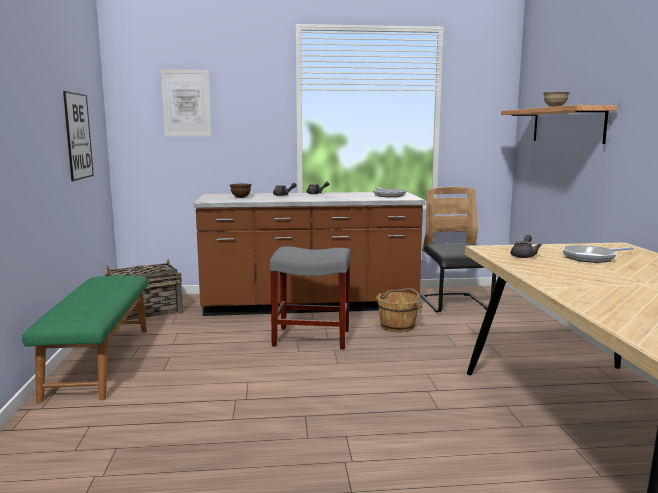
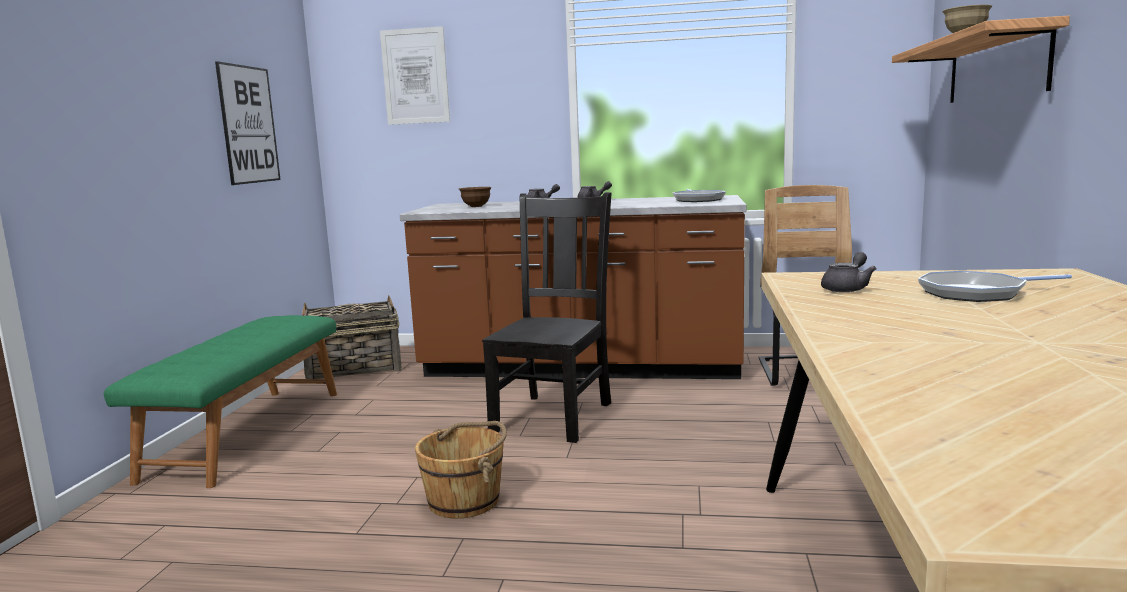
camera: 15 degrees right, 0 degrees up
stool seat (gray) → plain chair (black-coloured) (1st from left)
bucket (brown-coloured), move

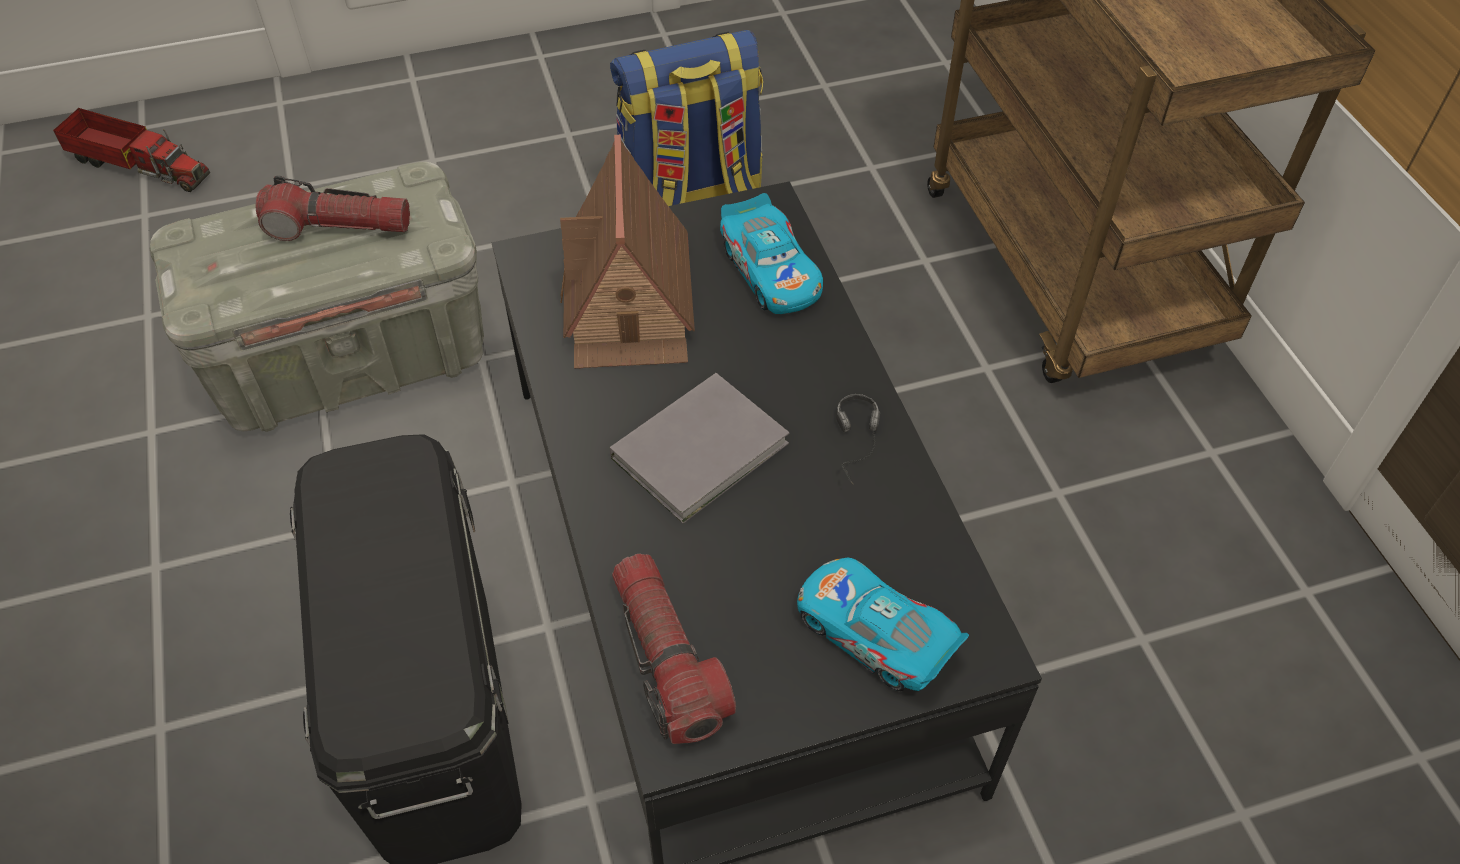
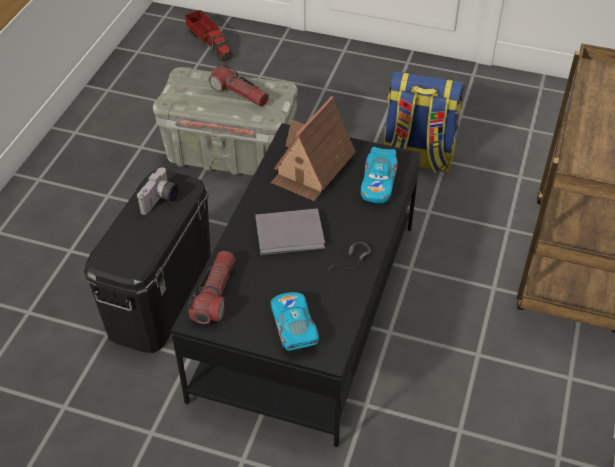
camera: 35 degrees right, 5 degrees down
- → photo camera

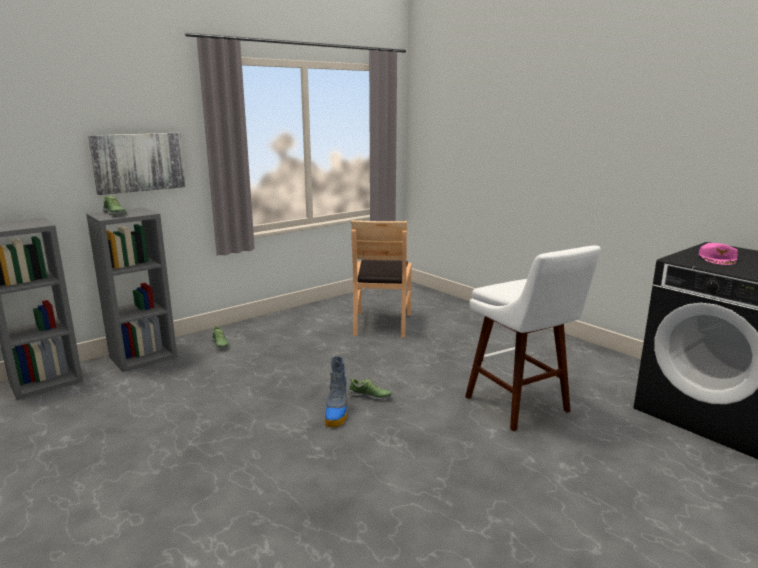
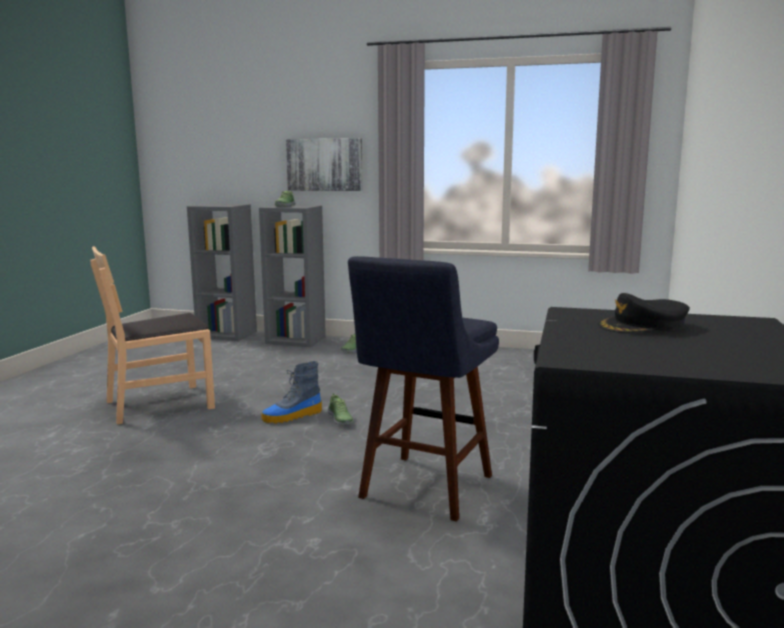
camera: 55 degrees right, 5 degrees down
plain chair (brown-coloured), move
stool seat (whitish) → stool seat (blue-coloured)
baseball cap (pinkish) → baseball cap (black-coloured)

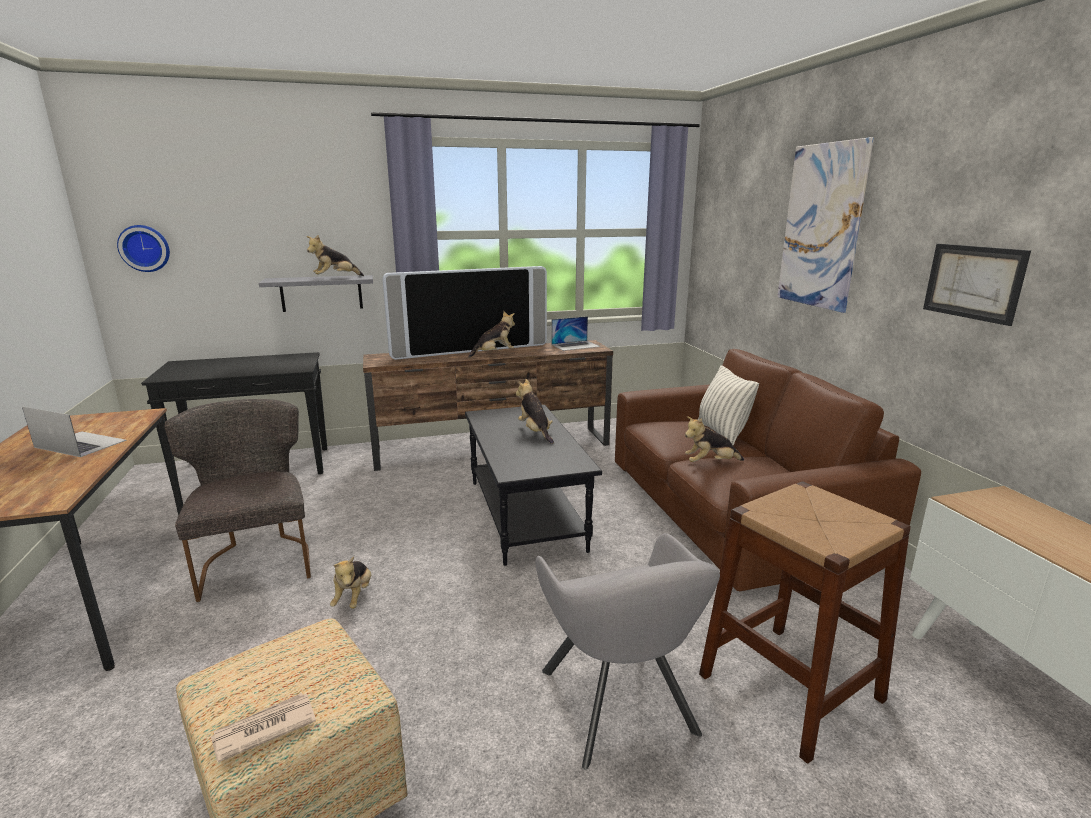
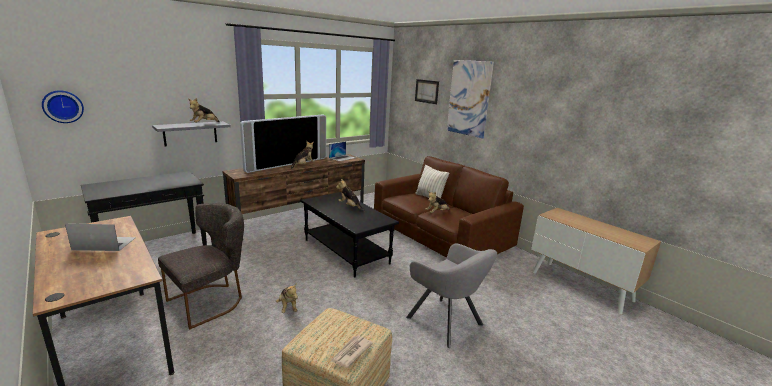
camera: 25 degrees left, 0 degrees up
plain chair (gray), 90 degrees clockwise
stool seat (brown-coloured) → -
wall art (2nd from left in the first image) → wall art (1st from left), move

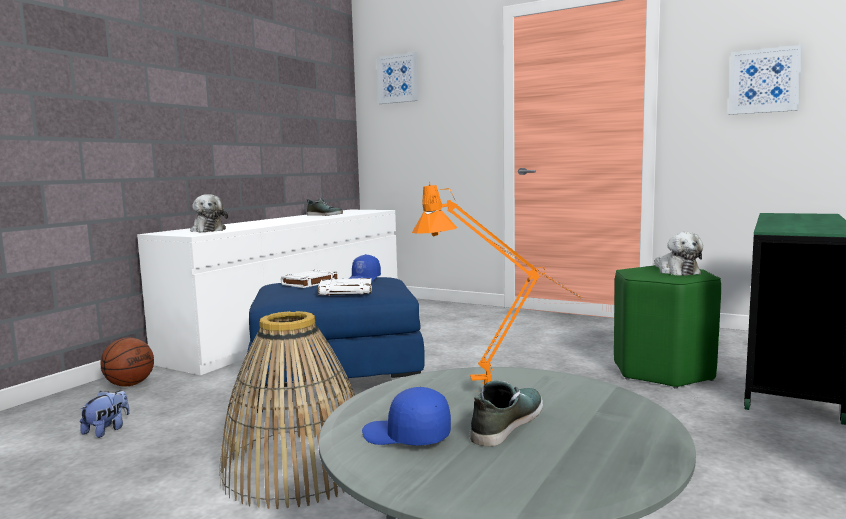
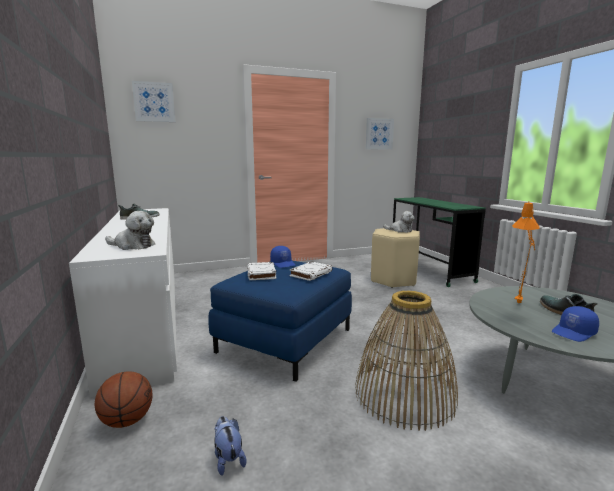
camera: 50 degrees left, 5 degrees up
stool seat (greenish) → stool seat (beige)

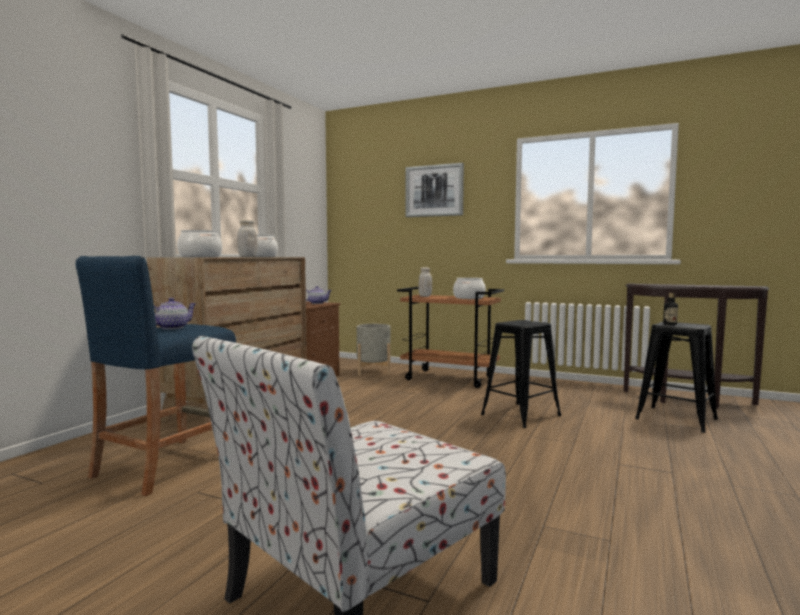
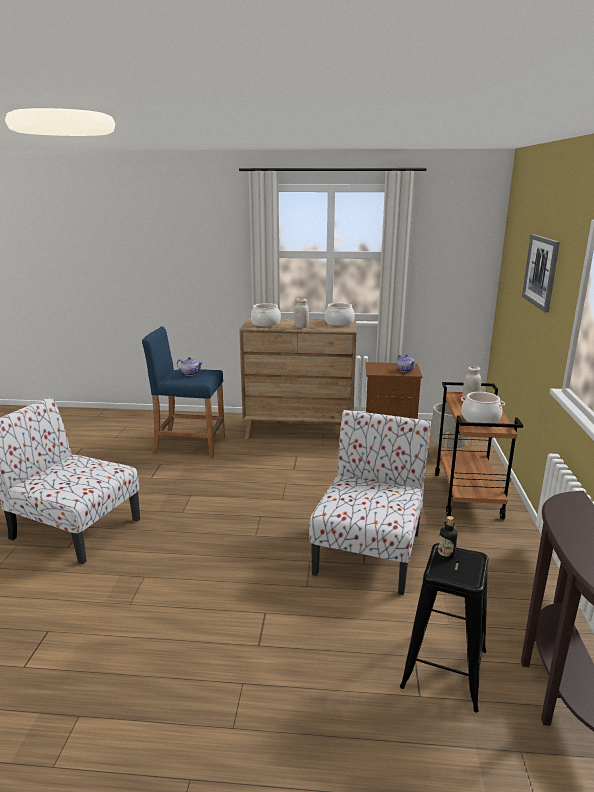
camera: 70 degrees right, 15 degrees up
stool seat (black-coloured) (1st from left) → plain chair (2nd from left)

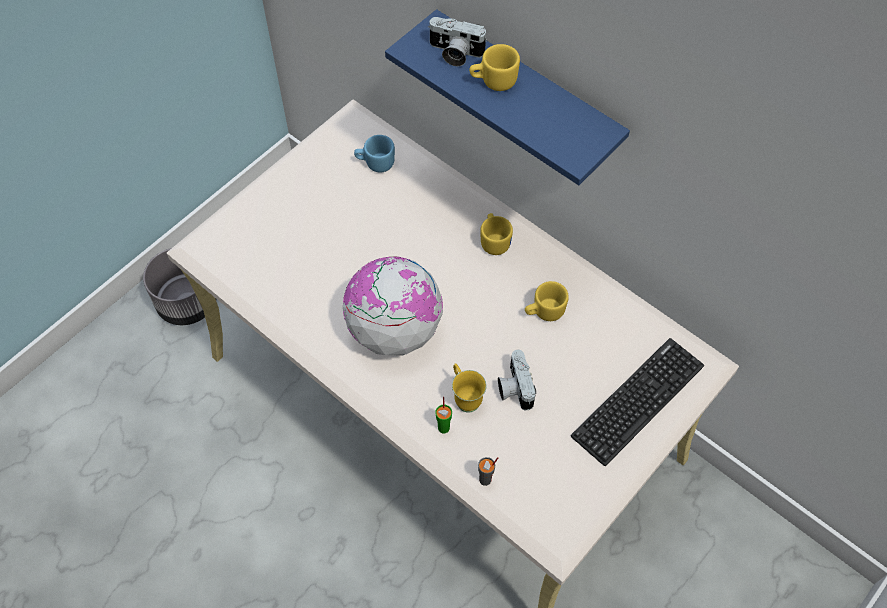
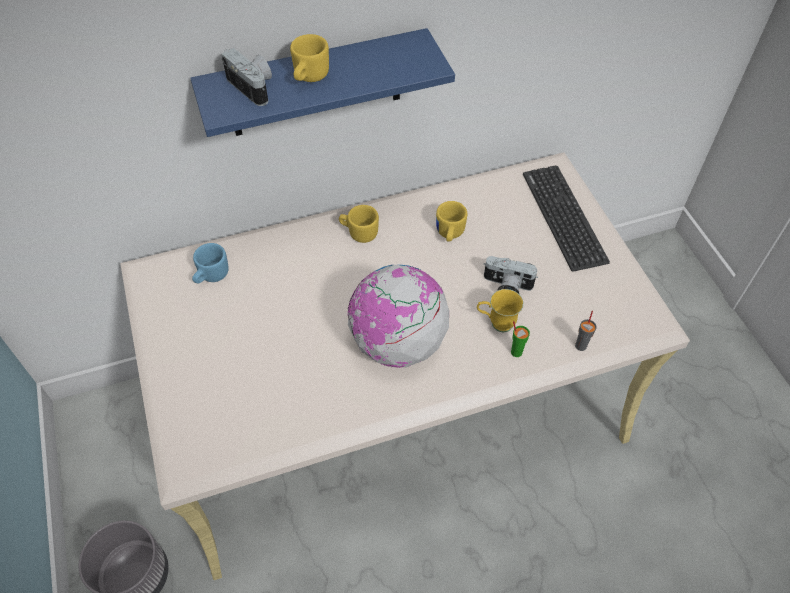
camera: 60 degrees left, 5 degrees down
photo camera (1st from left), 90 degrees counterclockwise

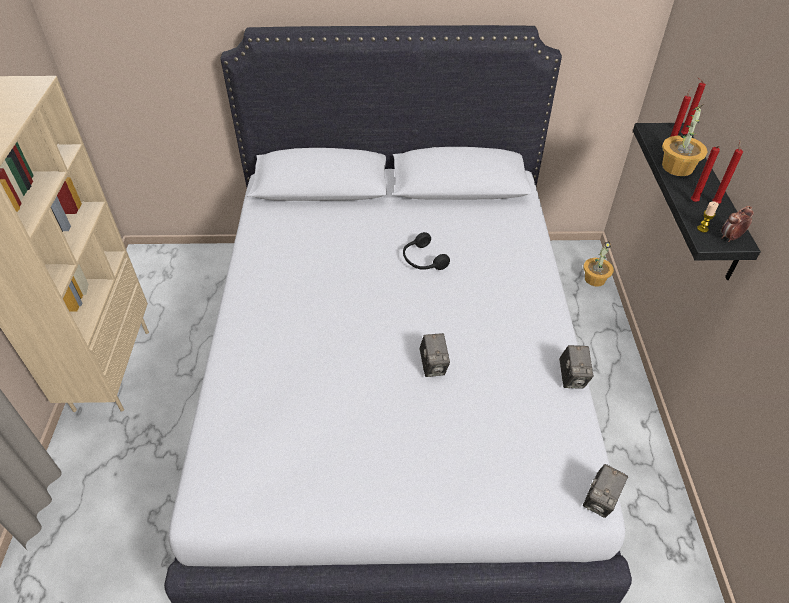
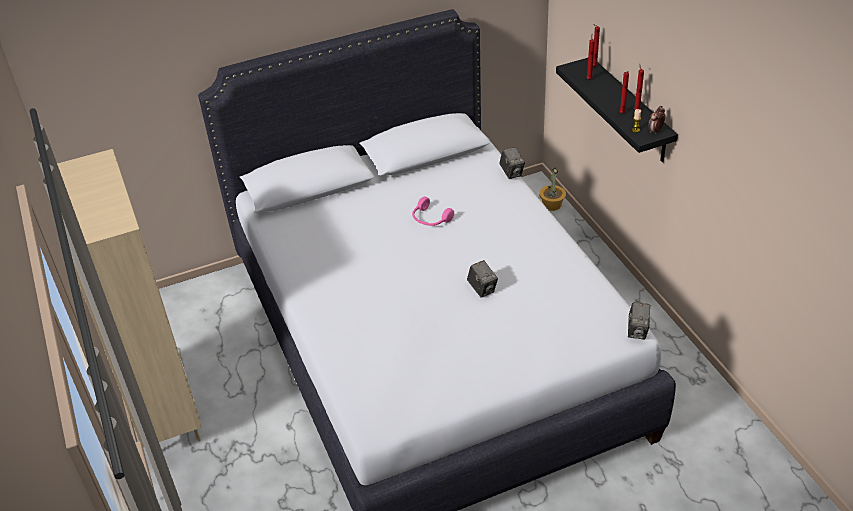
camera: 20 degrees left, 5 degrees down
pair of headphones (black-coloured) → pair of headphones (pinkish)
photo camera (2nd from left), move
plant in a pot (2nd from left) → -

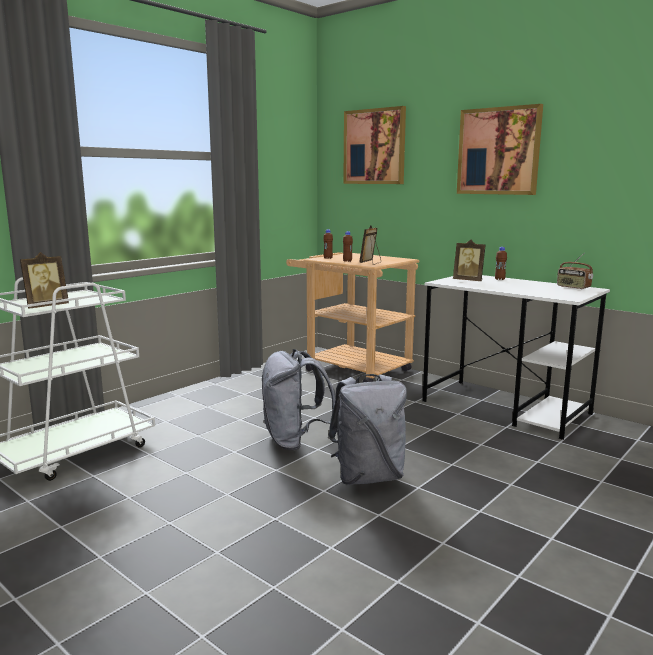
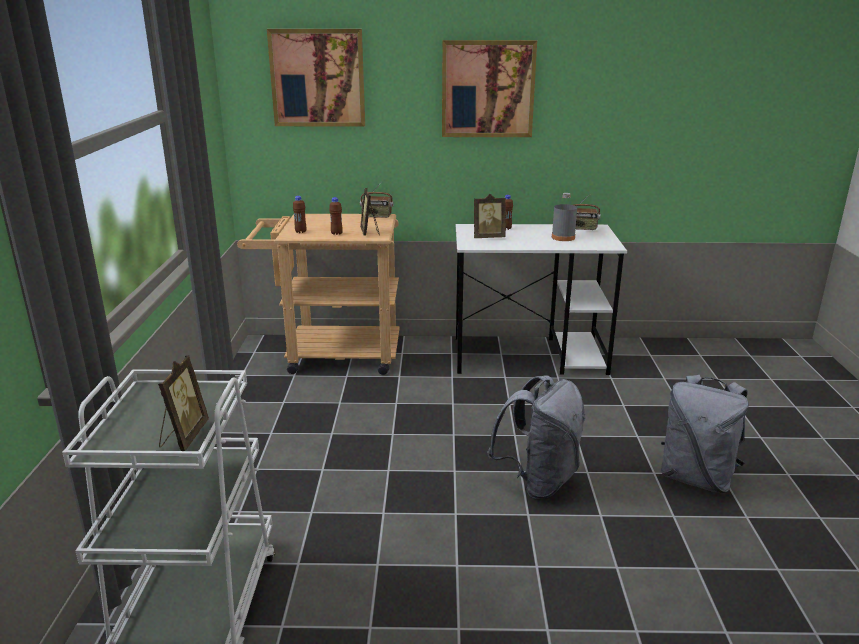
camera: 40 degrees left, 10 degrees up
backpack (gray) (1st from left in the first image) → backpack (gray) (2nd from left), move
- → radio set (1st from left)
- → drink bottle (gray)

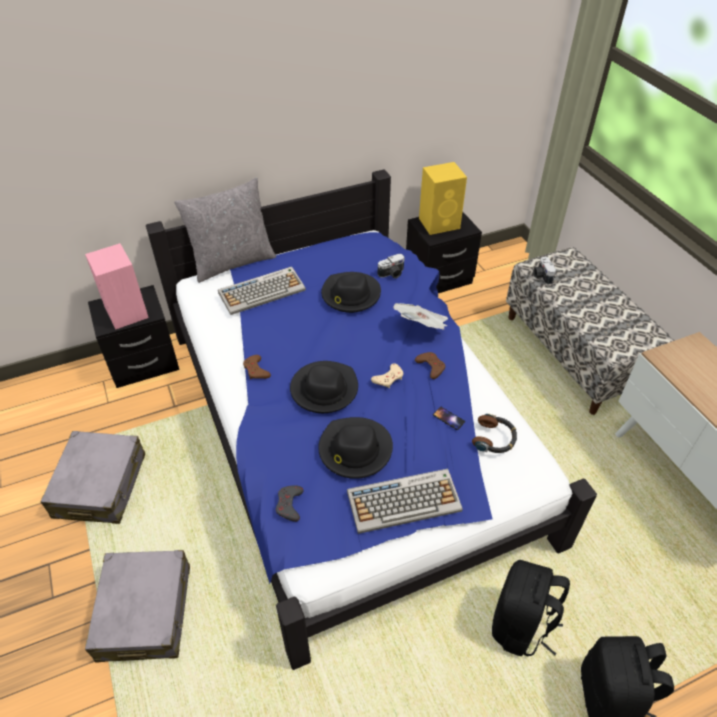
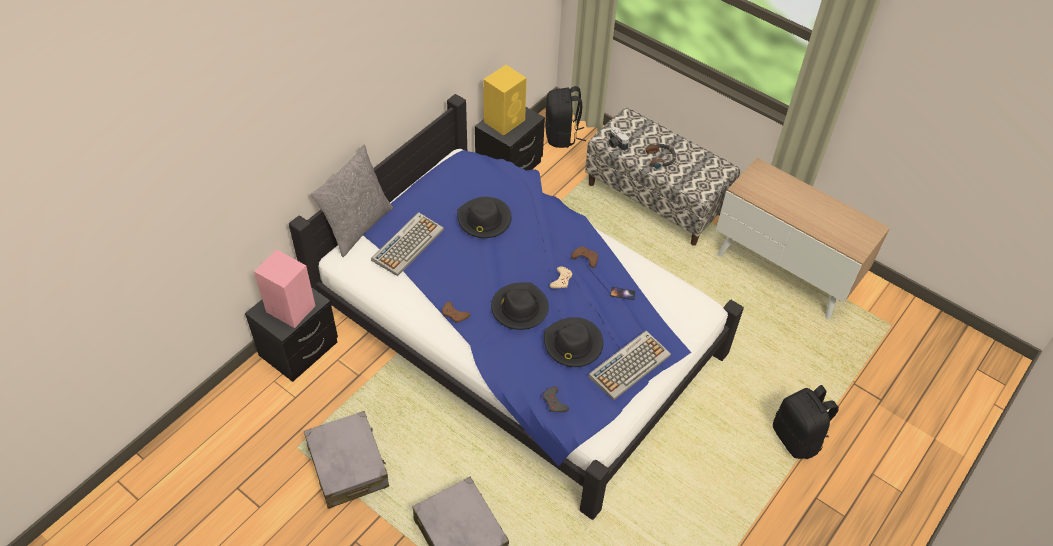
camera: 30 degrees left, 5 degrees up
photo camera (1st from left) → -
daily paper → -
pair of headphones, move
backpack (black-coloured) (1st from left), move

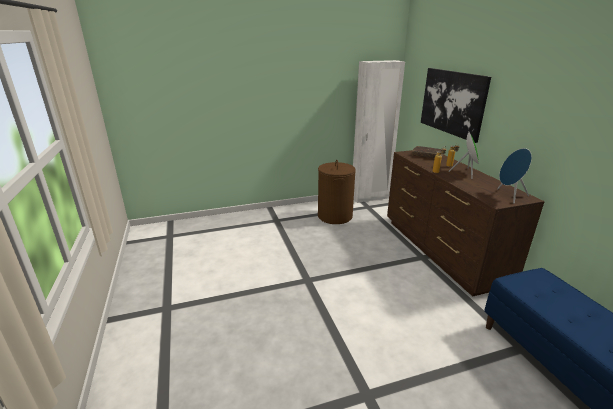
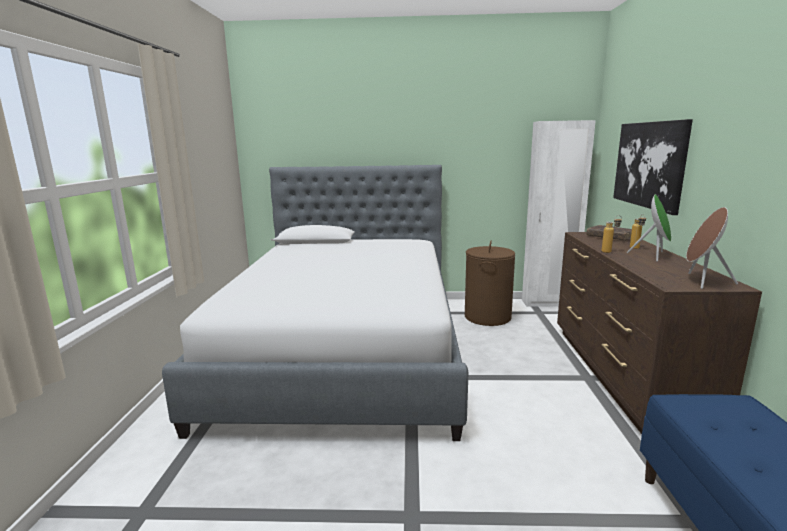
camera: 20 degrees right, 10 degrees down
loudspeaker (blue-coloured) → loudspeaker (brown-coloured)
- → bedroom bed

